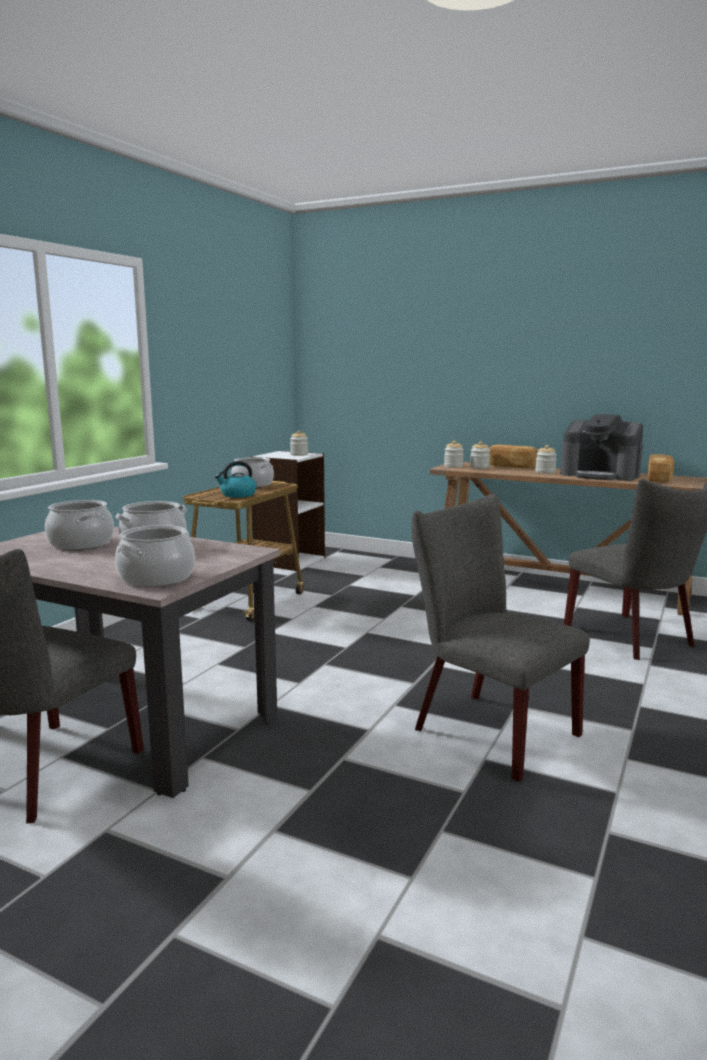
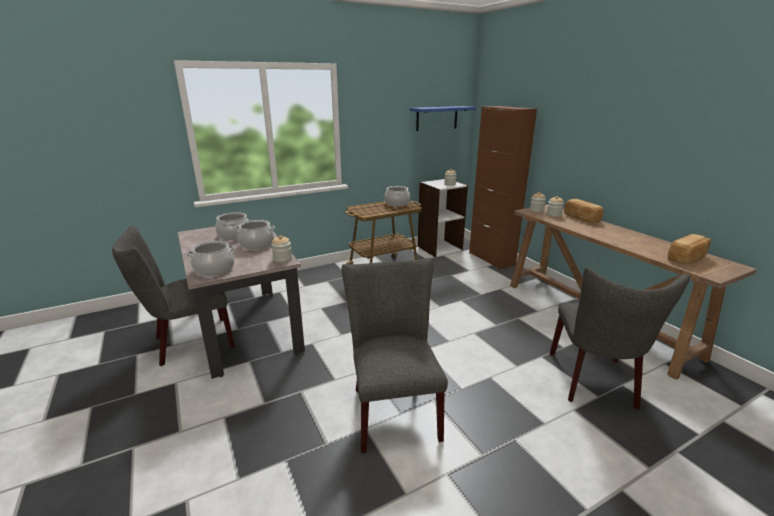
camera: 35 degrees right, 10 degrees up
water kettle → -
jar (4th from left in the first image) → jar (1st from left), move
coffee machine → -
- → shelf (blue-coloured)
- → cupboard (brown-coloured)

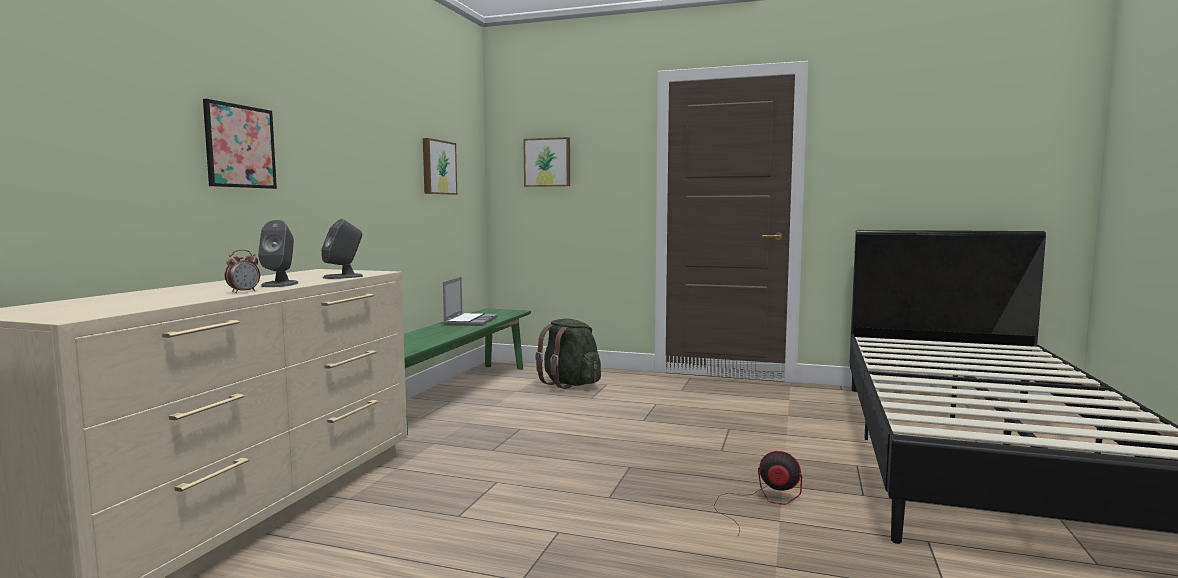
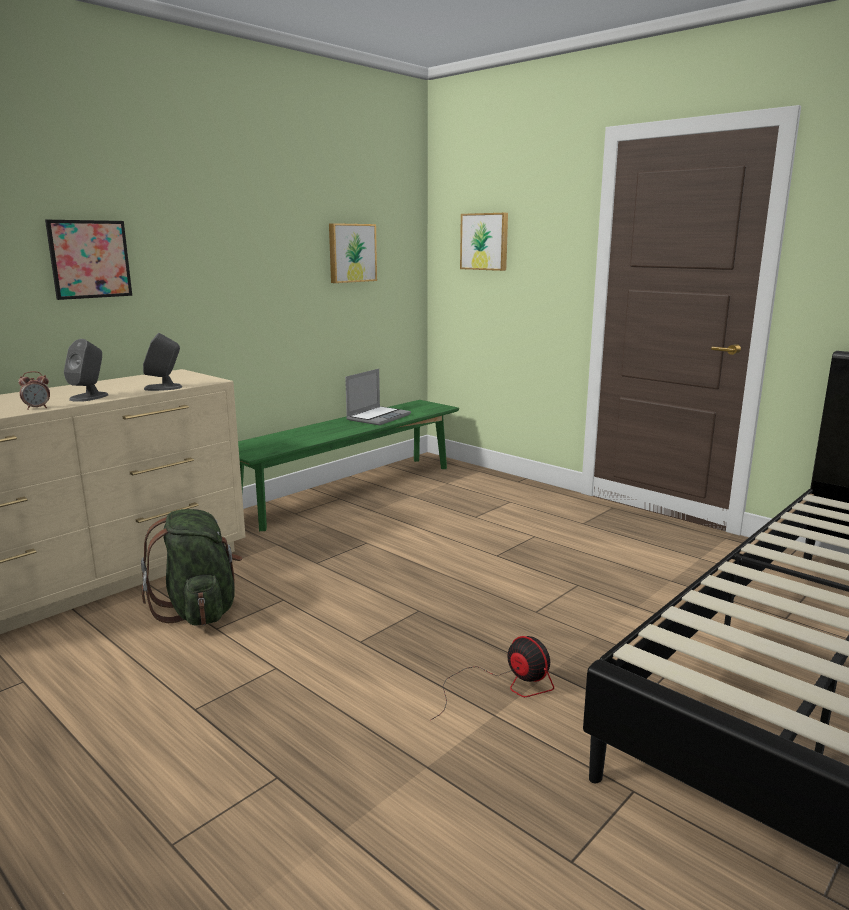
camera: 25 degrees right, 10 degrees up
backpack (greenish), move

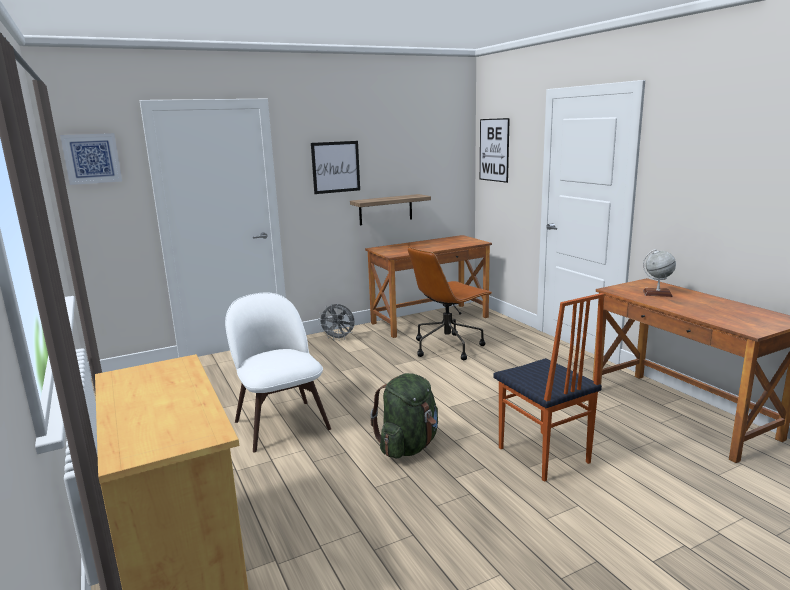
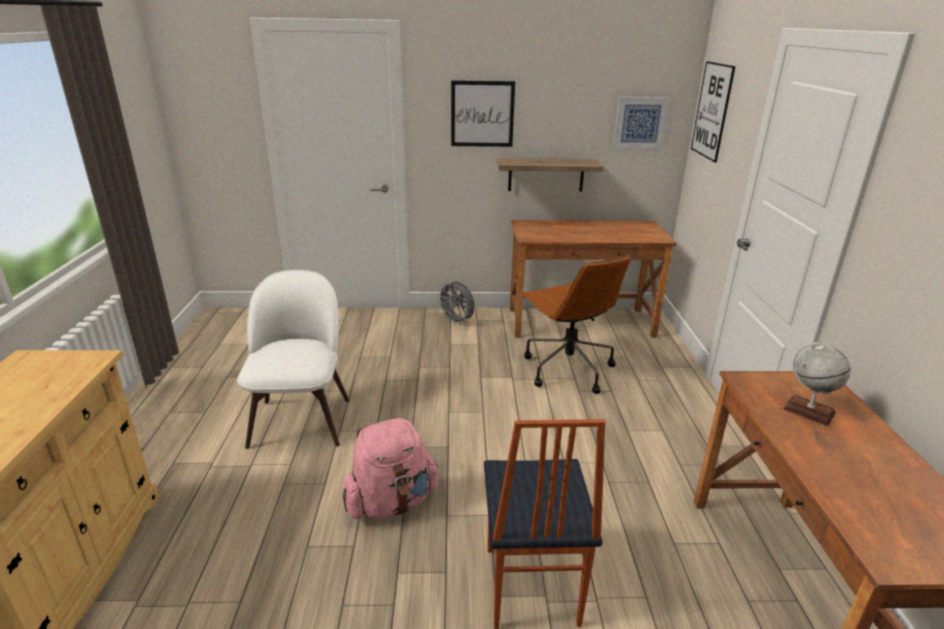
camera: 25 degrees right, 10 degrees up
wall art (1st from left in the first image) → wall art (2nd from left), move
backpack (greenish) → backpack (pinkish)
office chair (brown-coloured), 105 degrees counterclockwise

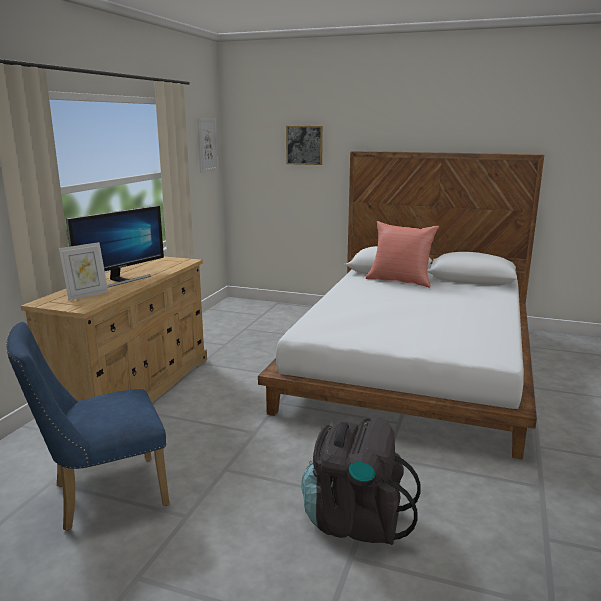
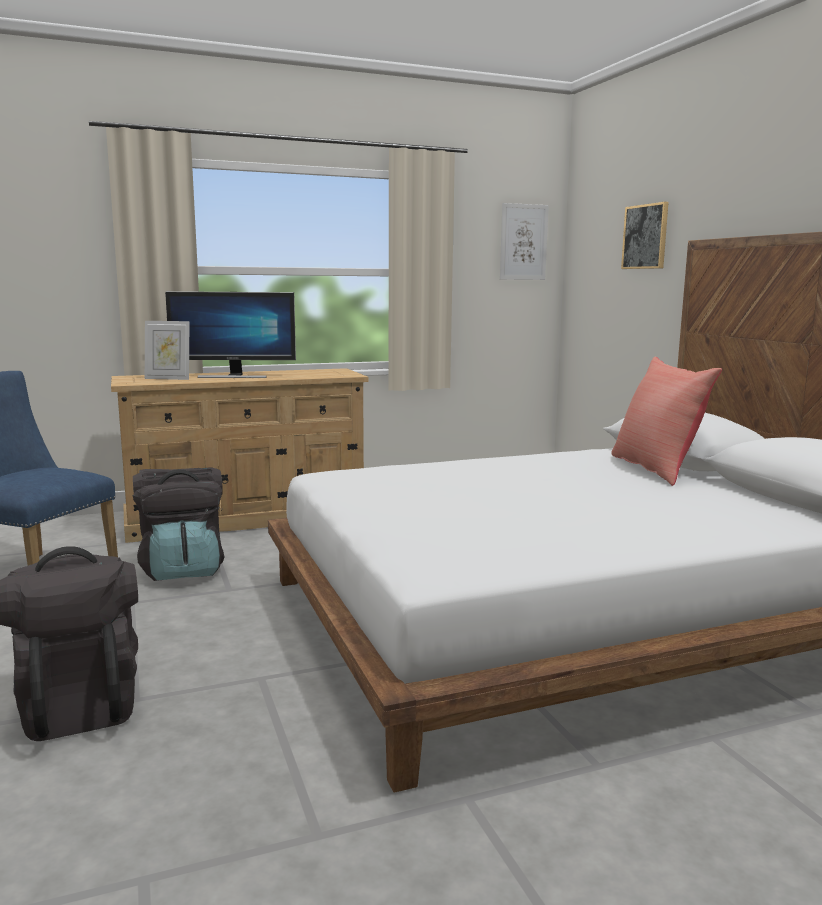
camera: 50 degrees right, 5 degrees down
- → backpack (black-coloured) (2nd from left)

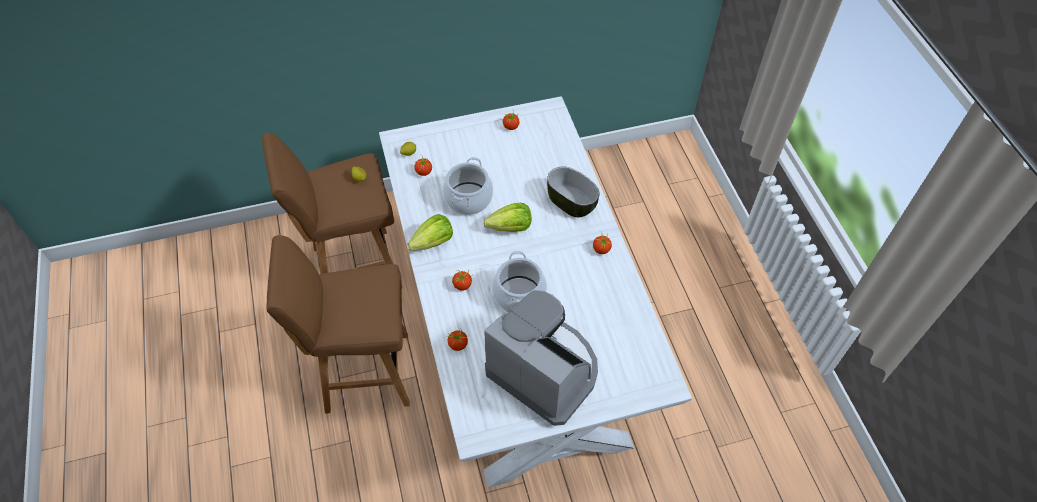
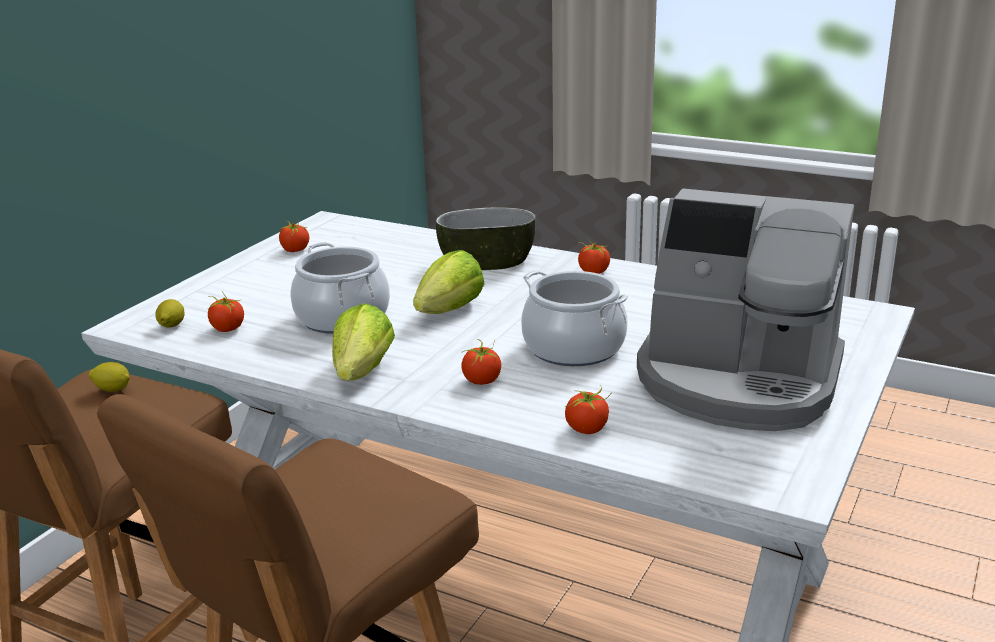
camera: 45 degrees left, 30 degrees down
coffee machine, 150 degrees counterclockwise

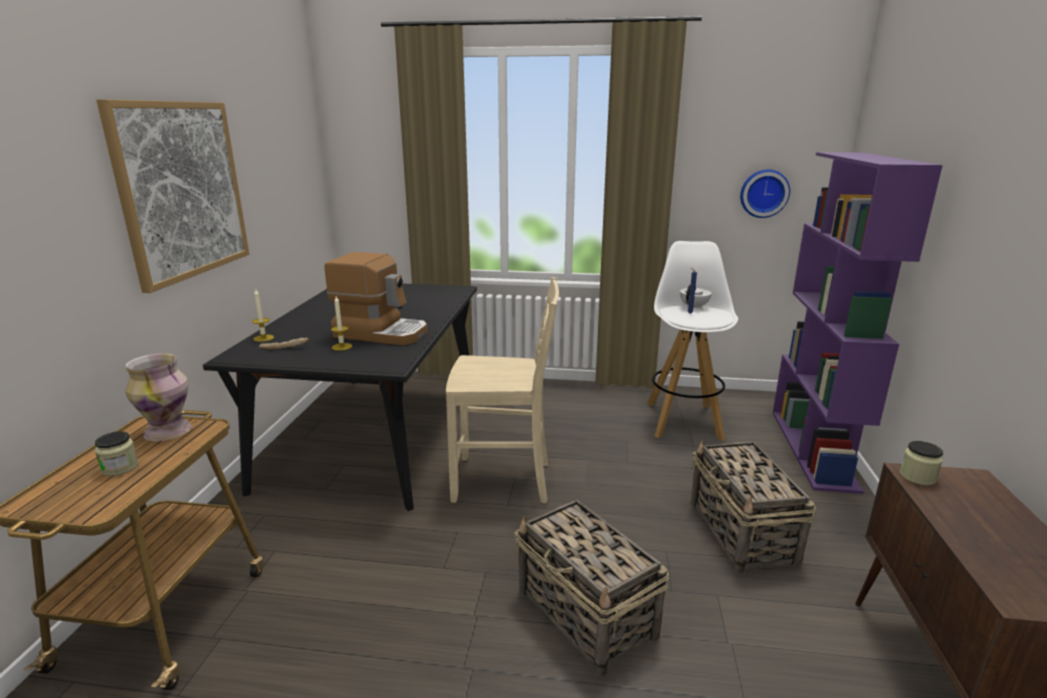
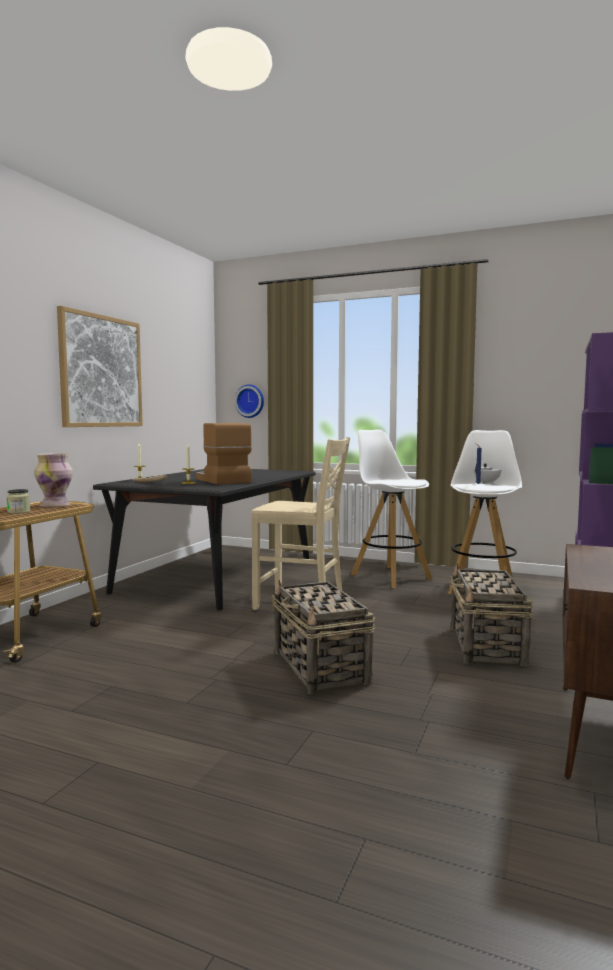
camera: 15 degrees right, 15 degrees down
coffee machine, 150 degrees counterclockwise
hanging clock, move
jar (2nd from left) → -
- → stool seat (whitish) (1st from left)

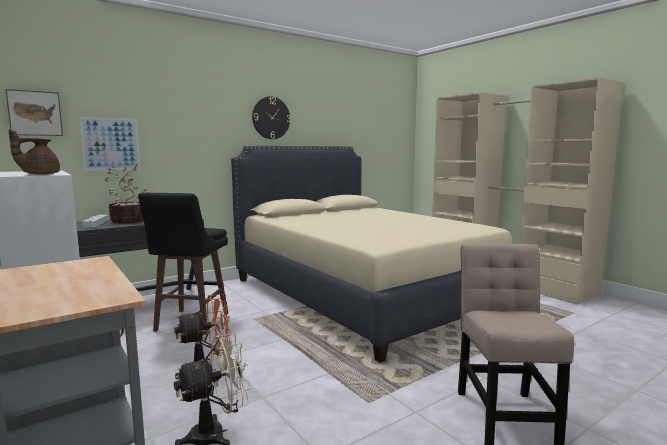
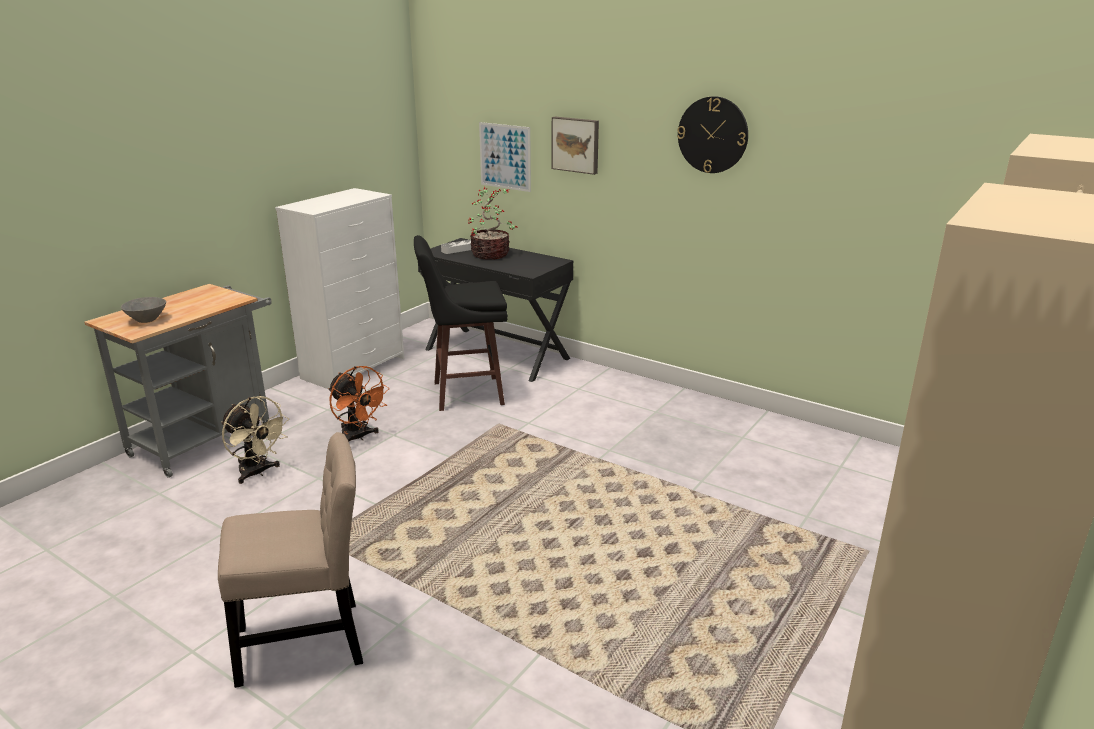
camera: 70 degrees right, 15 degrees up
wall art (1st from left in the first image) → wall art (2nd from left), move
tea pot (brown-coloured) → -
bedroom bed (beige) → -
- → deep dish (gray)

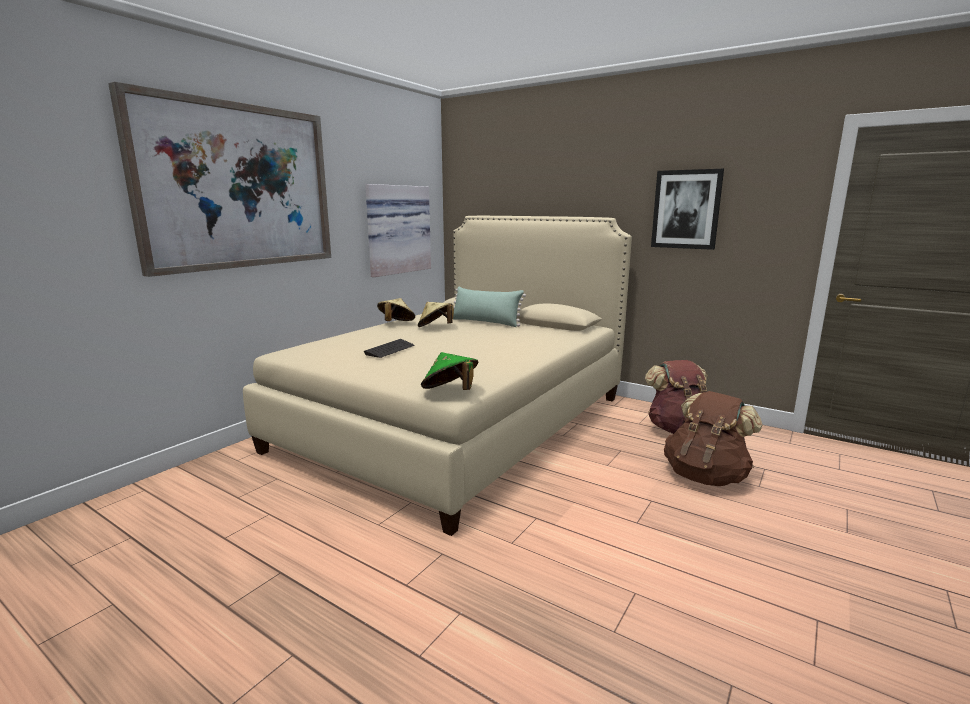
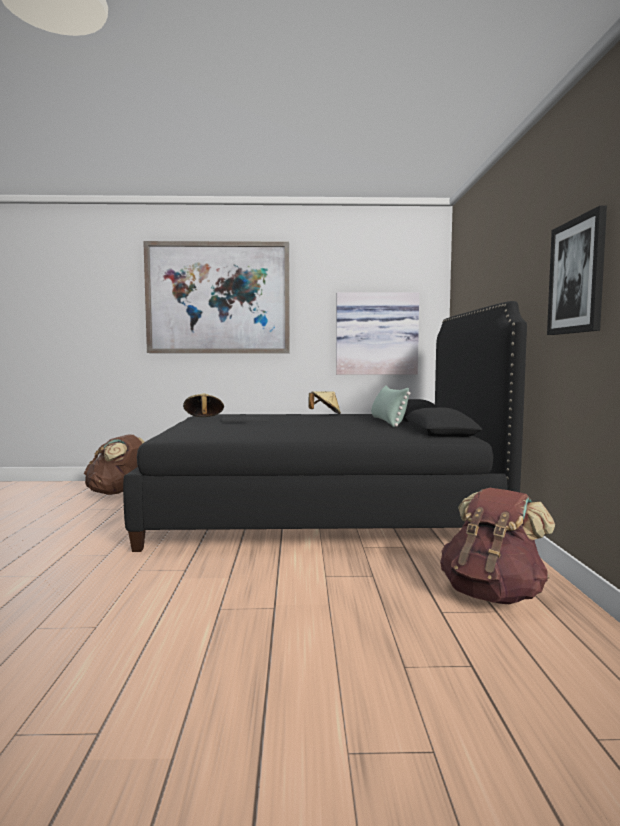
camera: 55 degrees right, 10 degrees down
bedroom bed (beige) → bedroom bed (black-coloured)
hat (beige) (2nd from left in the first image) → hat (beige) (1st from left), move
hat (greenish) → -
backpack (brown-coloured) (2nd from left in the first image) → backpack (brown-coloured) (1st from left), move

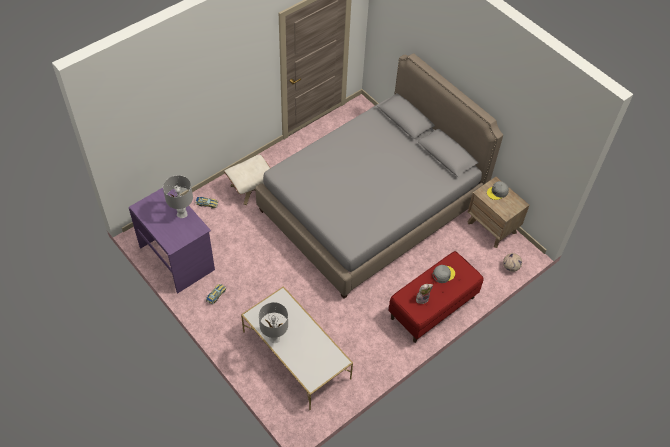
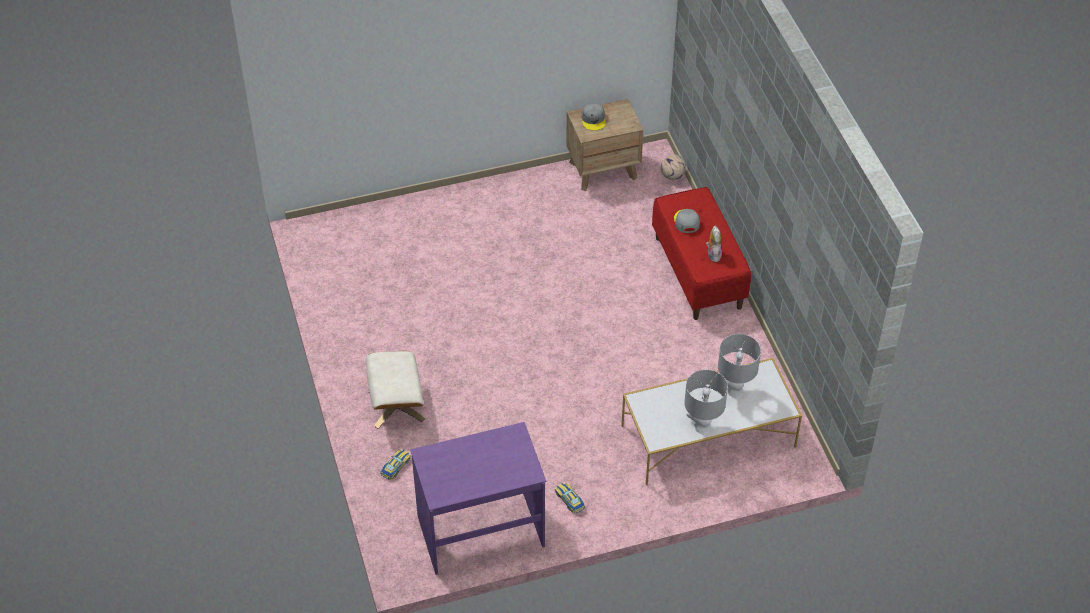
camera: 65 degrees left, 5 degrees down
tabletop lamp (gray) (1st from left in the first image) → tabletop lamp (gray) (2nd from left), move
bedroom bed (gray) → -

